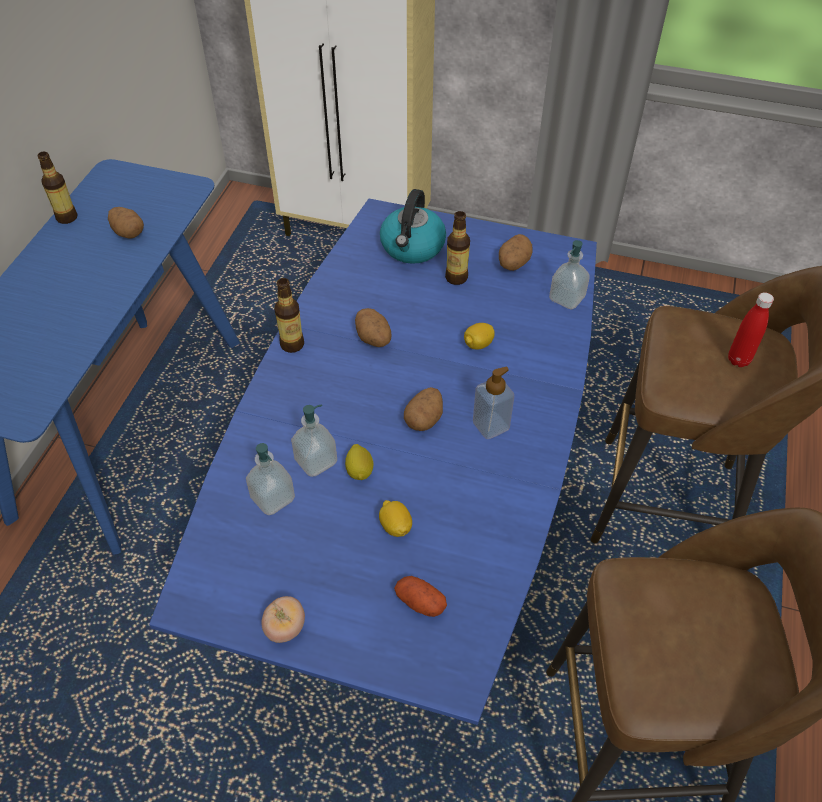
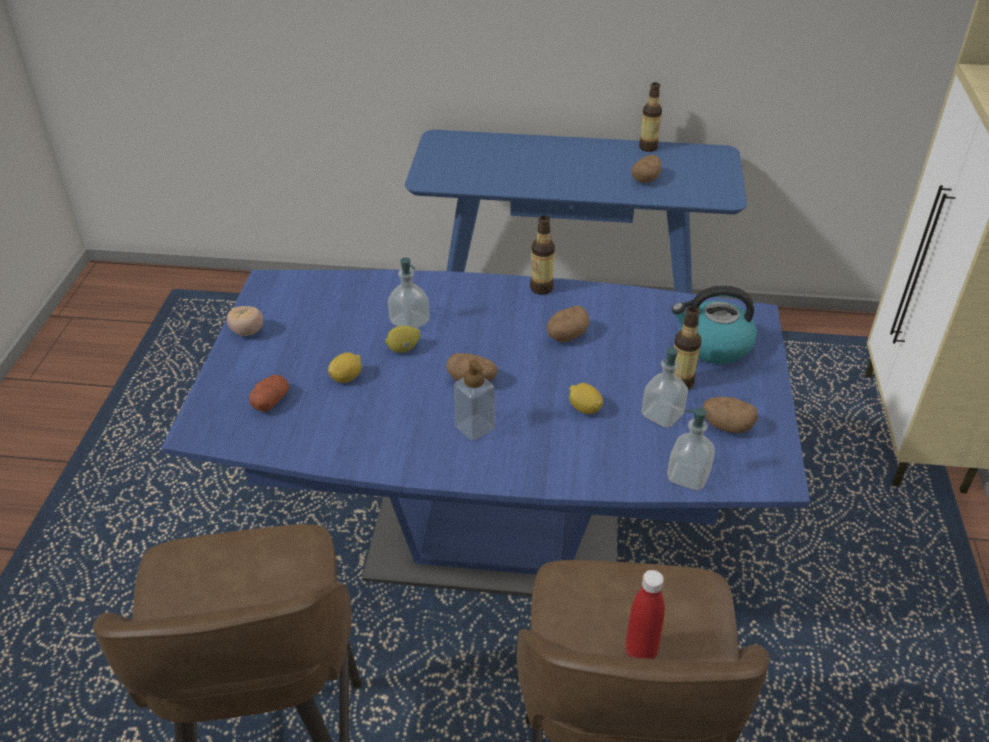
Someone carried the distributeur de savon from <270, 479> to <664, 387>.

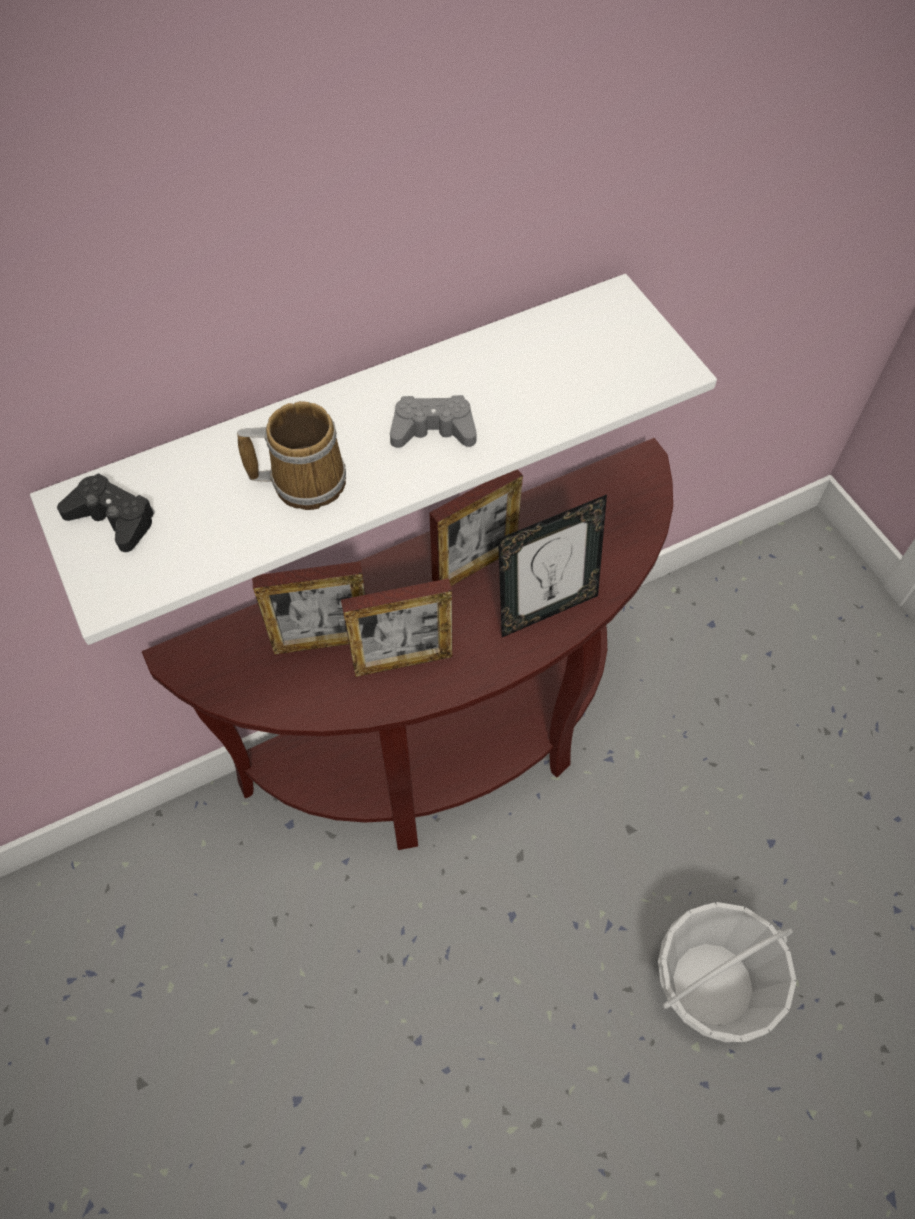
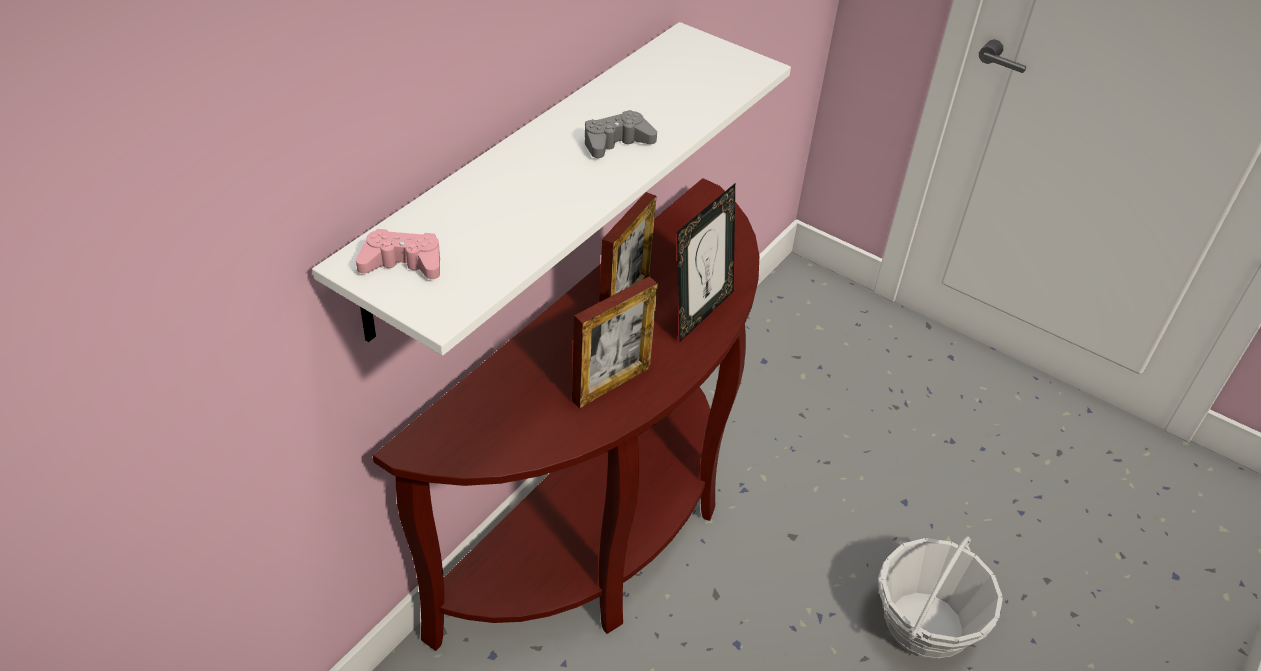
Someone took away the mug at <291, 455>. Someone took away the cadre photo at <309, 608>. Someone repainted the manette [noir] at <106, 512>, which became the manette [rose] at <398, 254>.

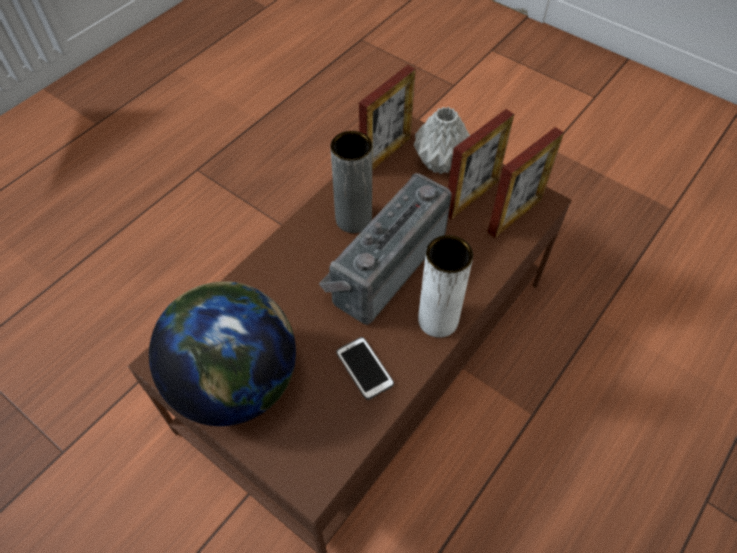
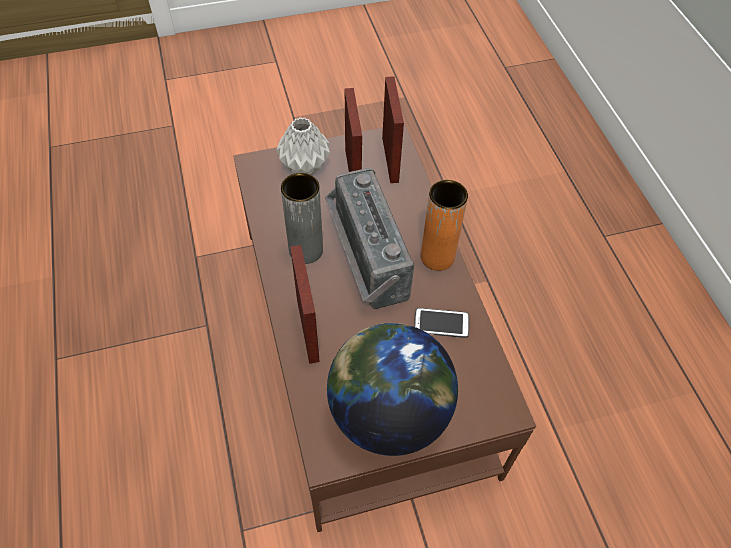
Someone carried the cadre photo from <387, 118> to <305, 304>. Someone repainted the vase [blanc] at <445, 286>, which became the vase [orange] at <444, 225>.

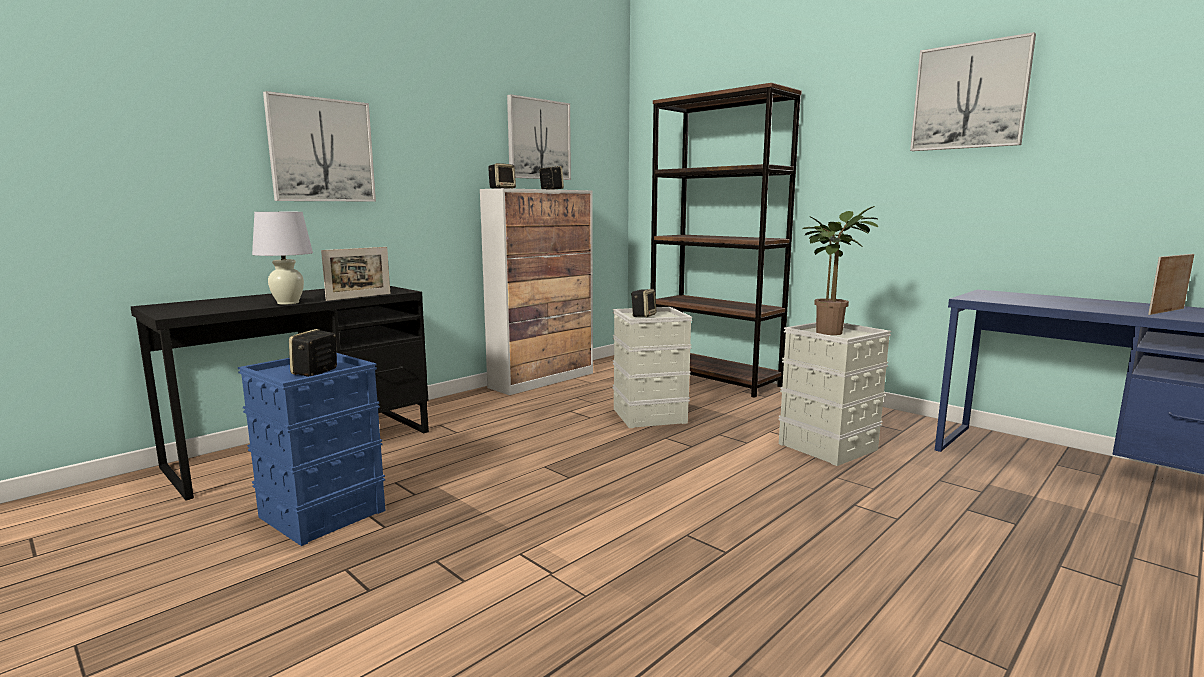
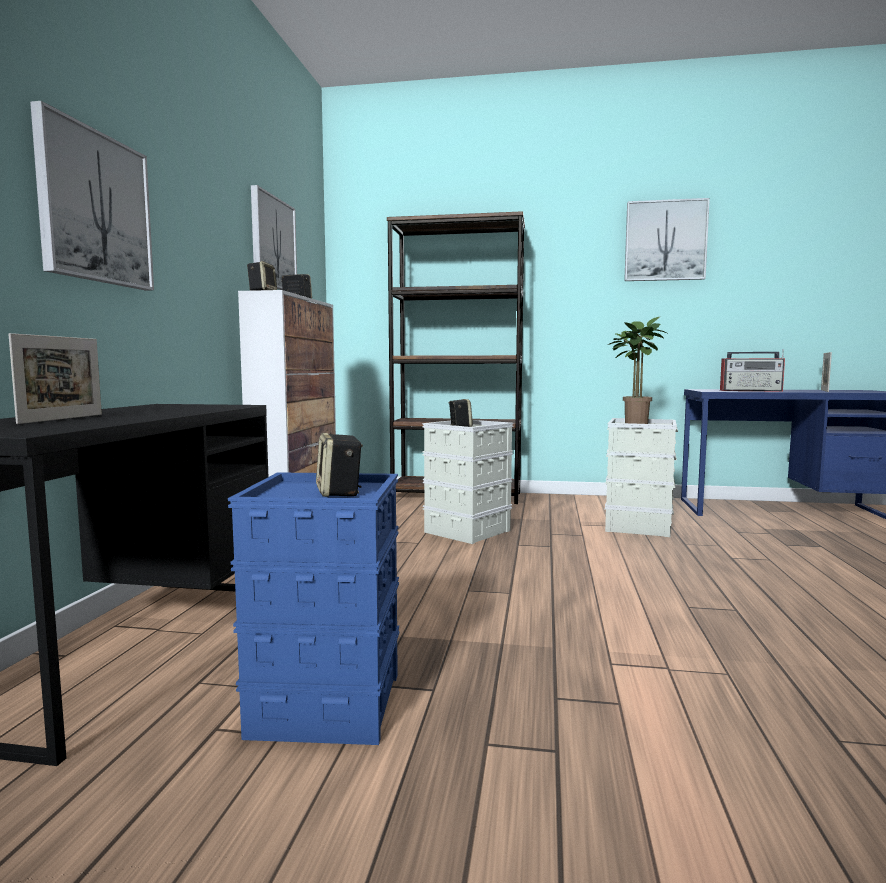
Someone took away the lampe de table [blanc] at <282, 258>. Someone put down the radio at <752, 370>. Someone carried the cadre photo from <355, 274> to <55, 378>.

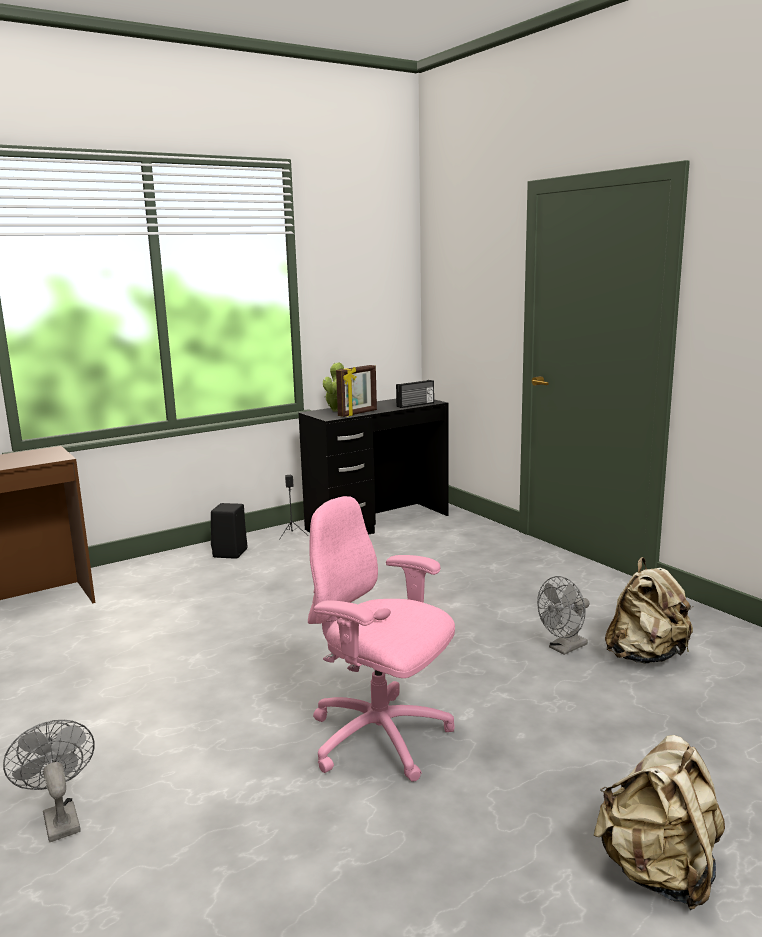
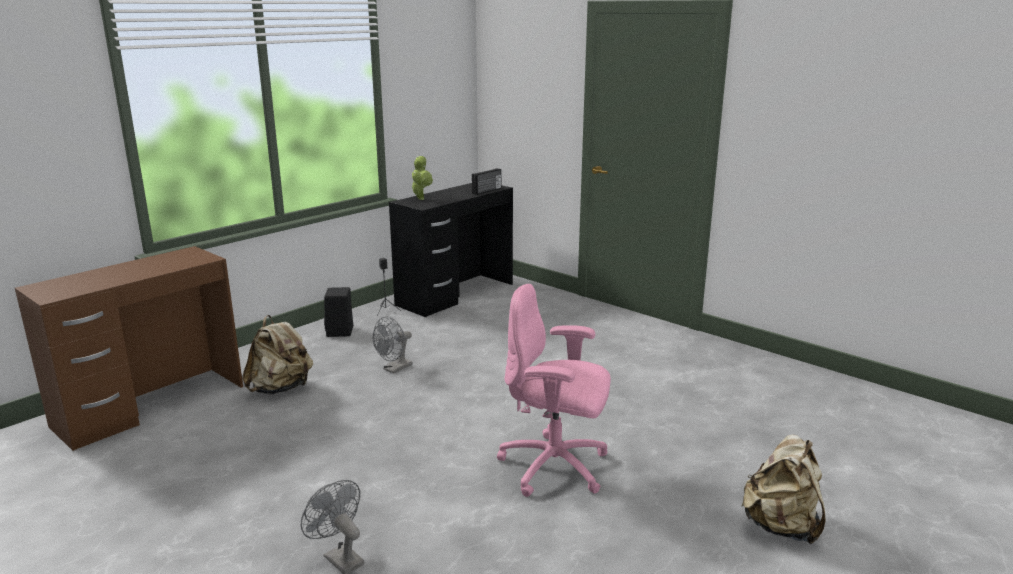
Someone took away the cadre photo at <356, 391>. Someone carried the ventilateur [gris] from <563, 615> to <392, 345>. Someone carried the sac à dos [beige] from <649, 610> to <278, 354>.

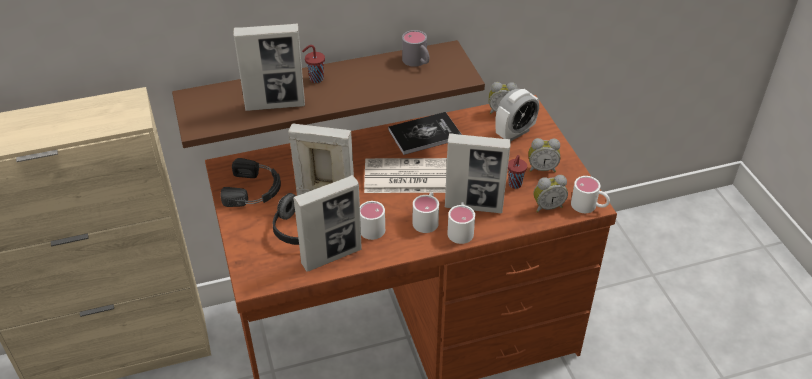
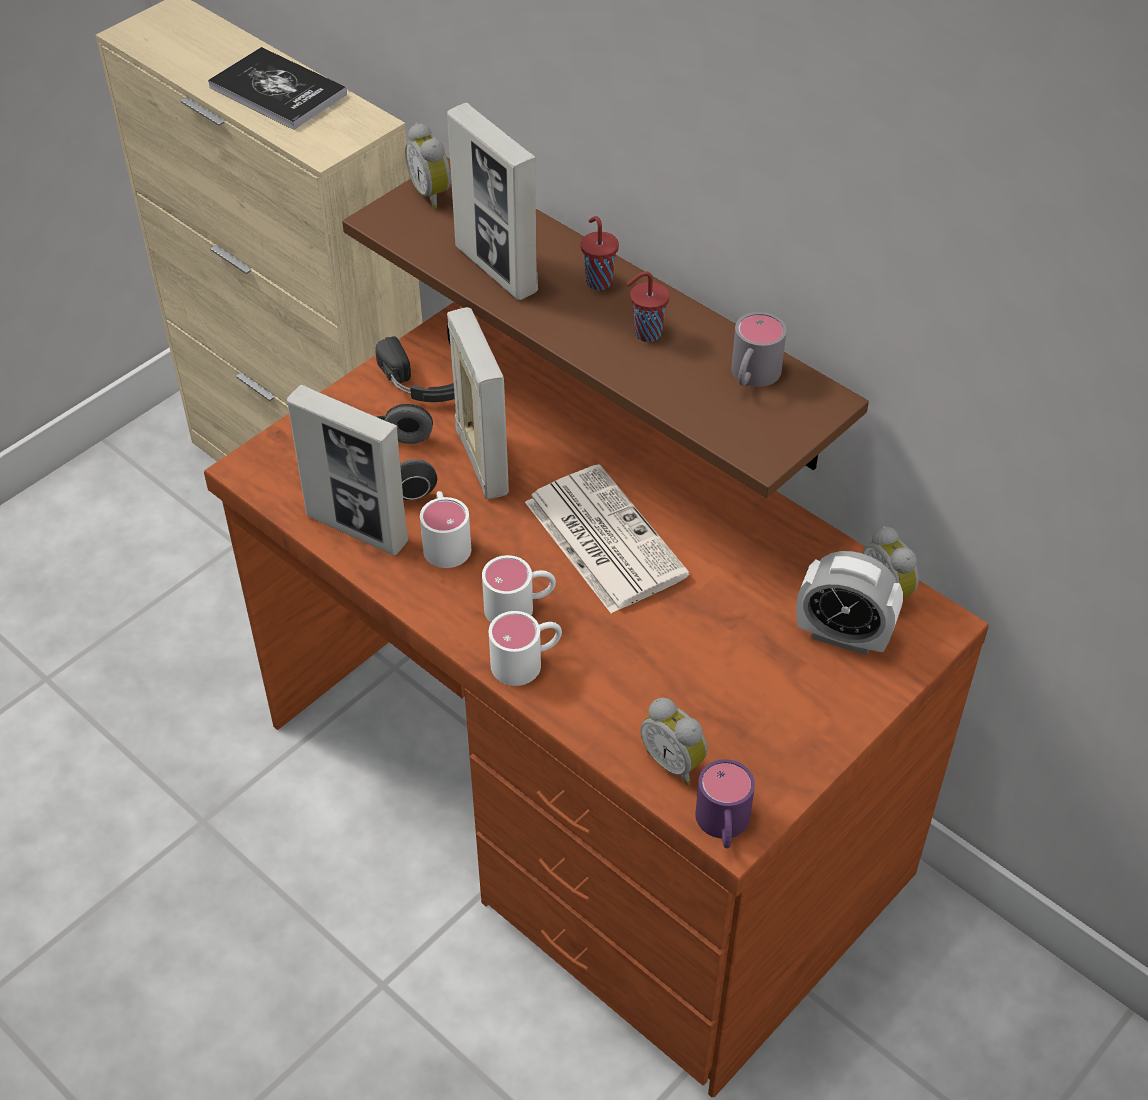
Someone took away the cadre photo at <478, 173>. Someone carried the livre from <425, 133> to <277, 88>. Someone carried the tasse [rouge] from <517, 172> to <648, 306>. Someone carried the réveil from <544, 155> to <428, 166>. Someone repainted the mug [blanc] at <590, 194>, which became the mug [violet] at <725, 803>.

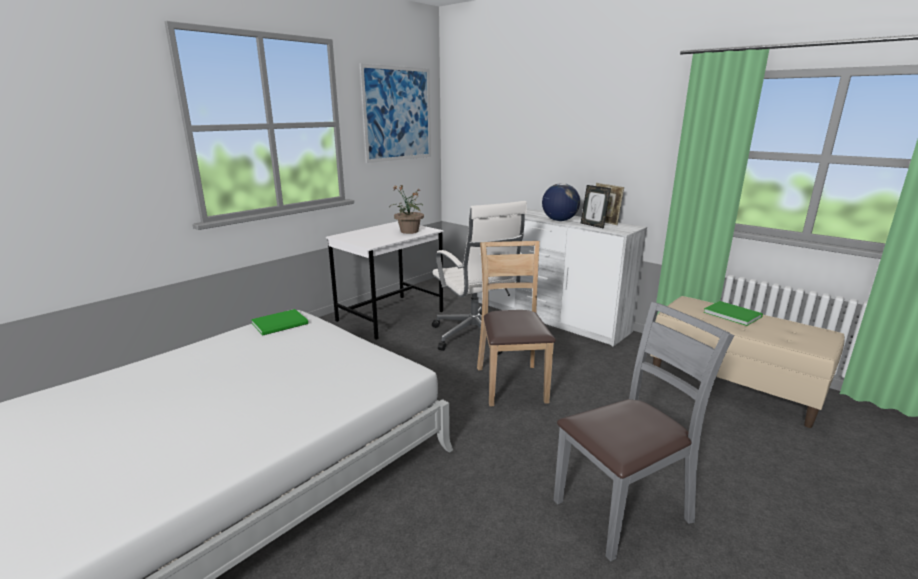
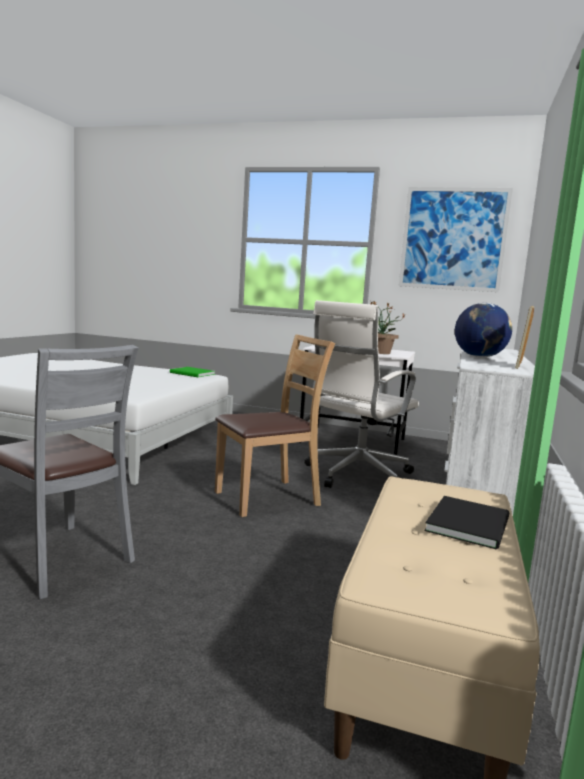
Someone took away the cadre photo at <596, 207>. Someone repainted the livre [vert] at <733, 313>, which became the livre [noir] at <466, 523>.

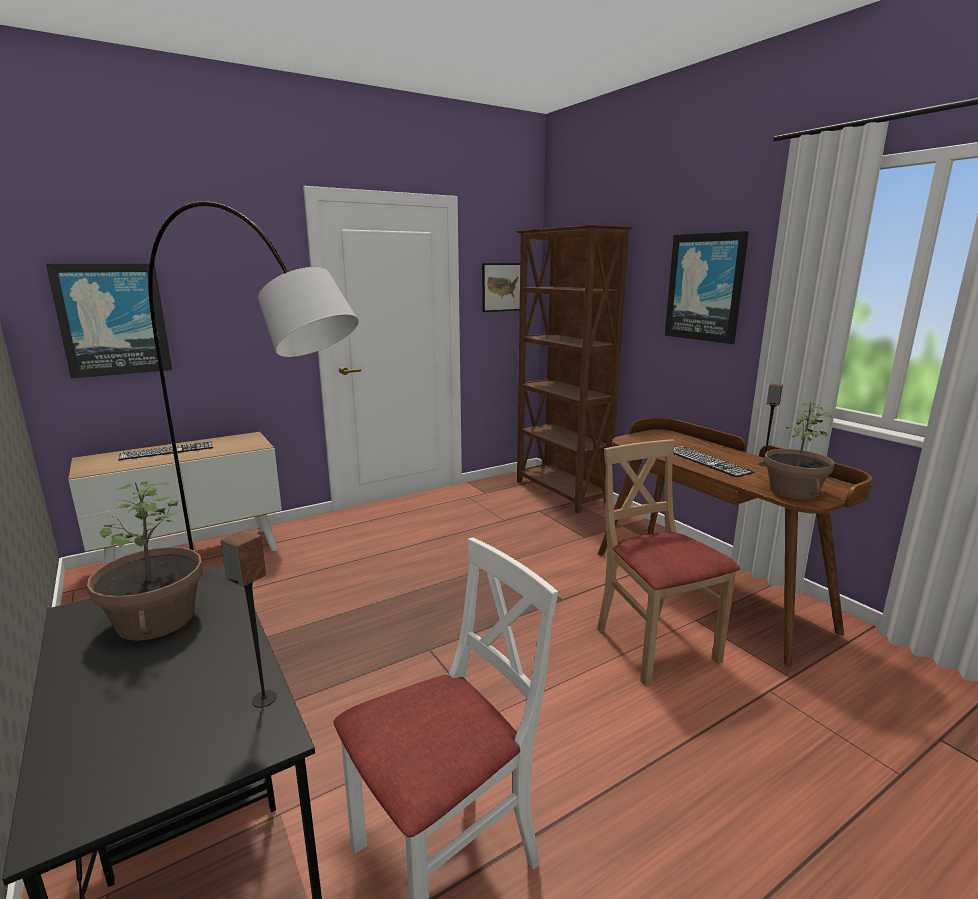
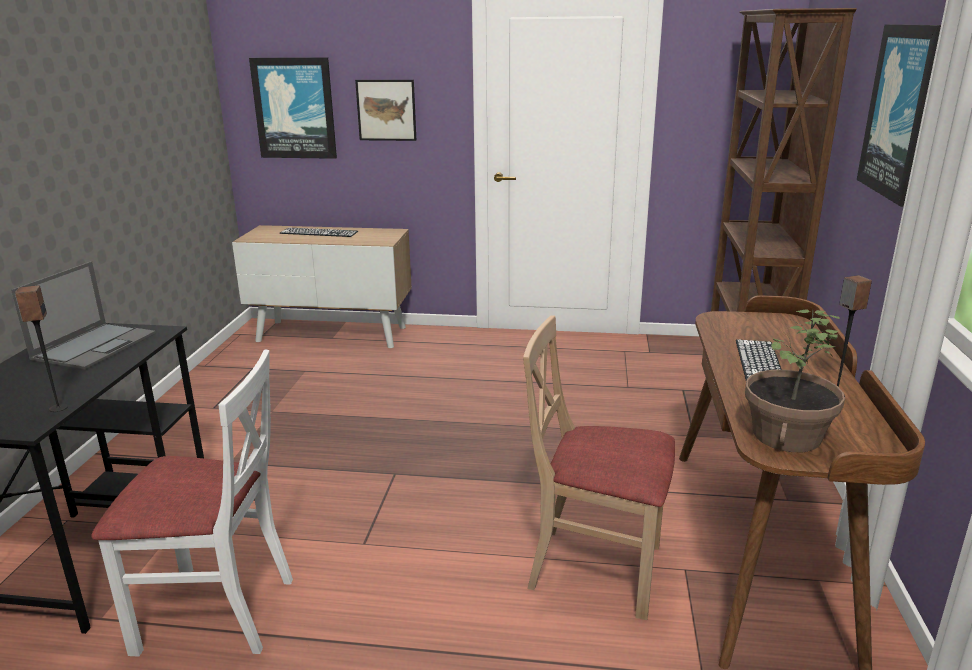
Someone took away the lampadaire [gris] at <253, 375>. Someone carried the tableau from <501, 287> to <385, 110>. Someone swapped the plante en pot at <145, 560> for the ordinateur portable at <83, 315>. Someone rotated the chaise [beige] at <668, 563> by 90 degrees counterclockwise.

